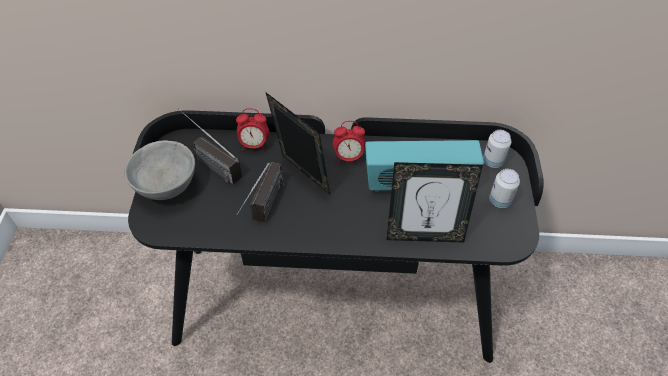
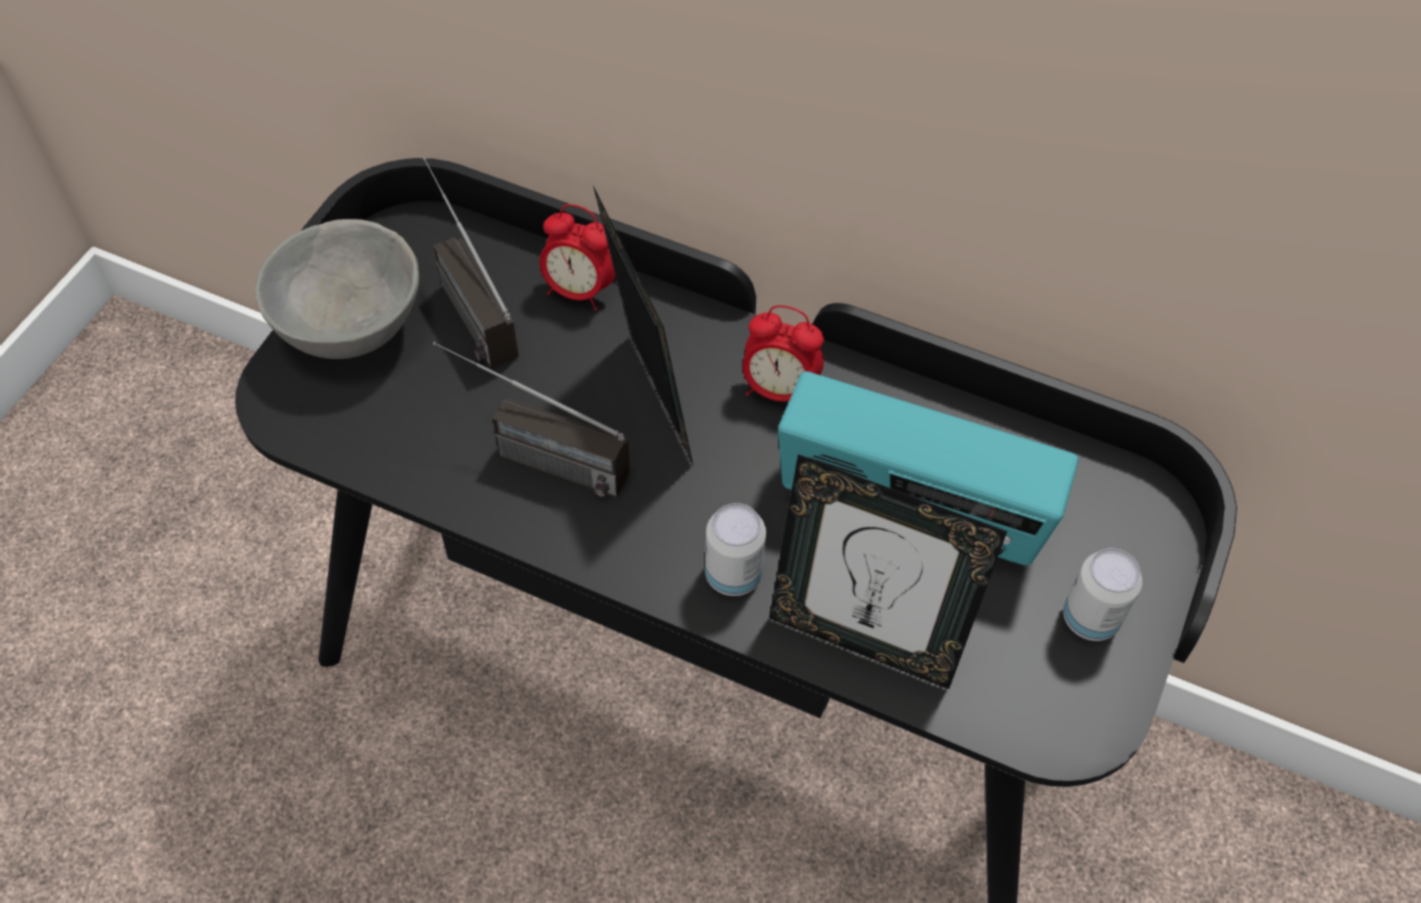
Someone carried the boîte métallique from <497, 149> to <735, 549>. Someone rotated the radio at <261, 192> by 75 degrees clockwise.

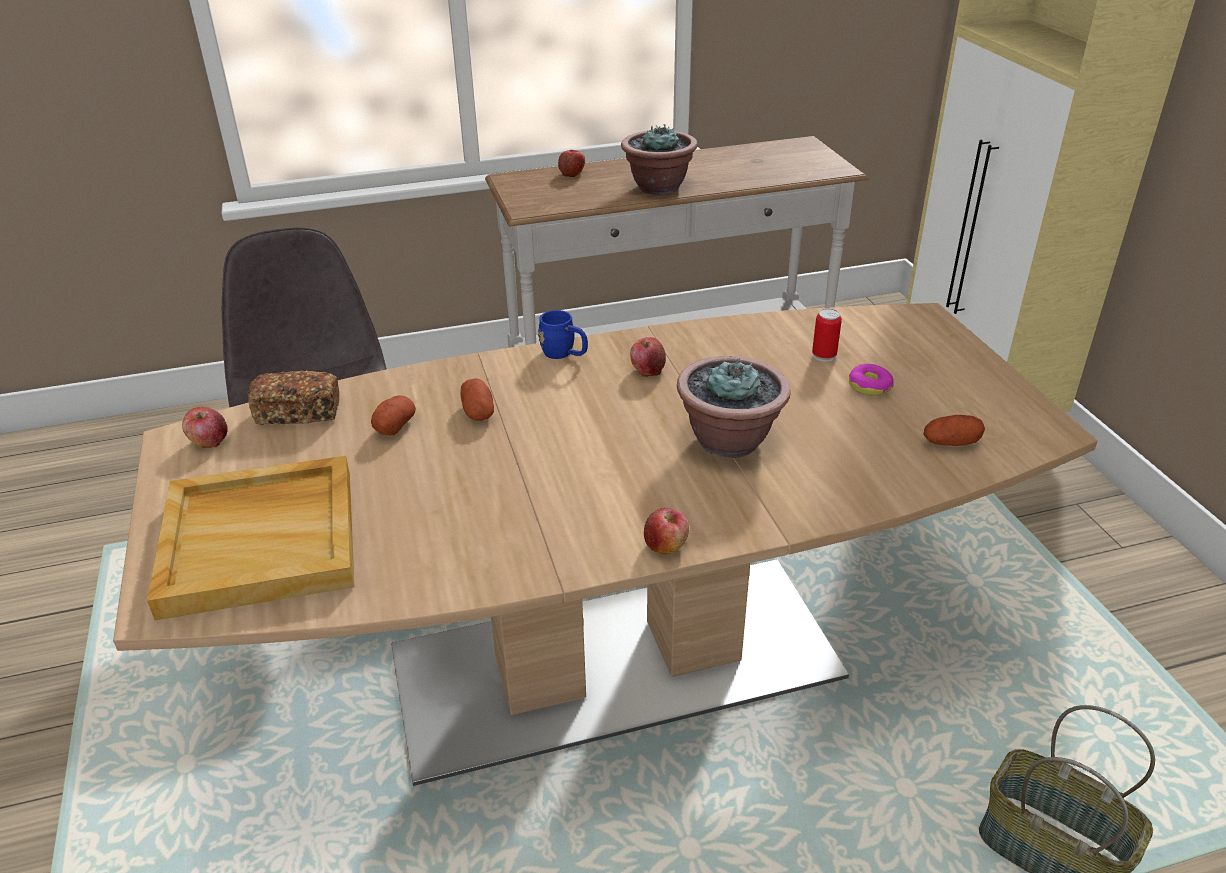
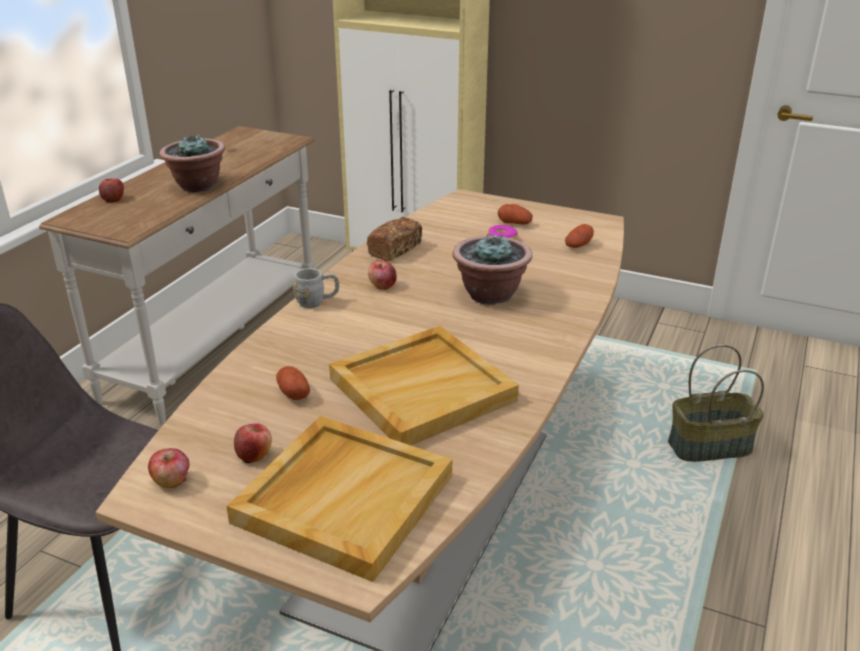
Someone took away the boîte métallique at <827, 335>. Someone put down the plateau [beige] at <424, 385>. Someone carried the pain from <293, 398> to <394, 239>. Someone carried the pomme de terre from <477, 399> to <515, 214>. Someone carried the pomme from <666, 531> to <253, 443>. Someone repainted the mug [bleu] at <563, 334>, which became the mug [gris] at <316, 288>.

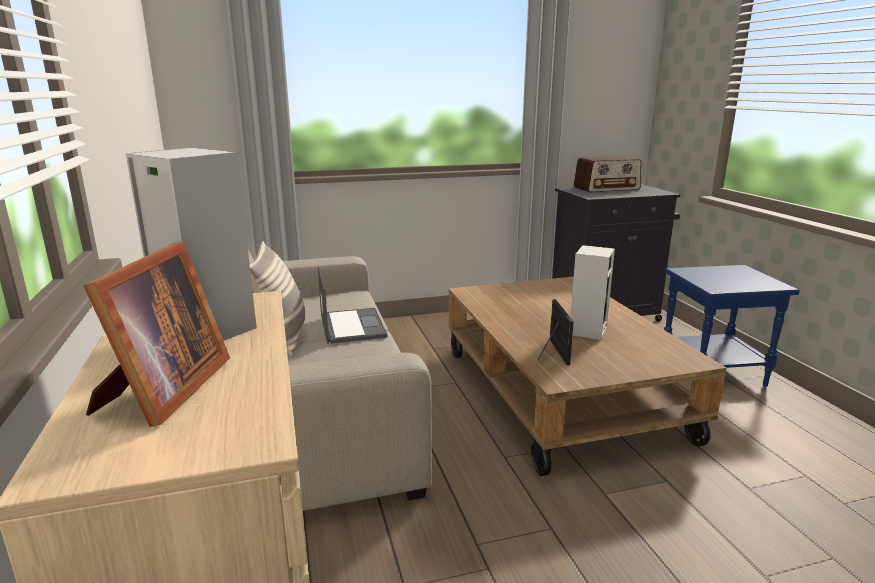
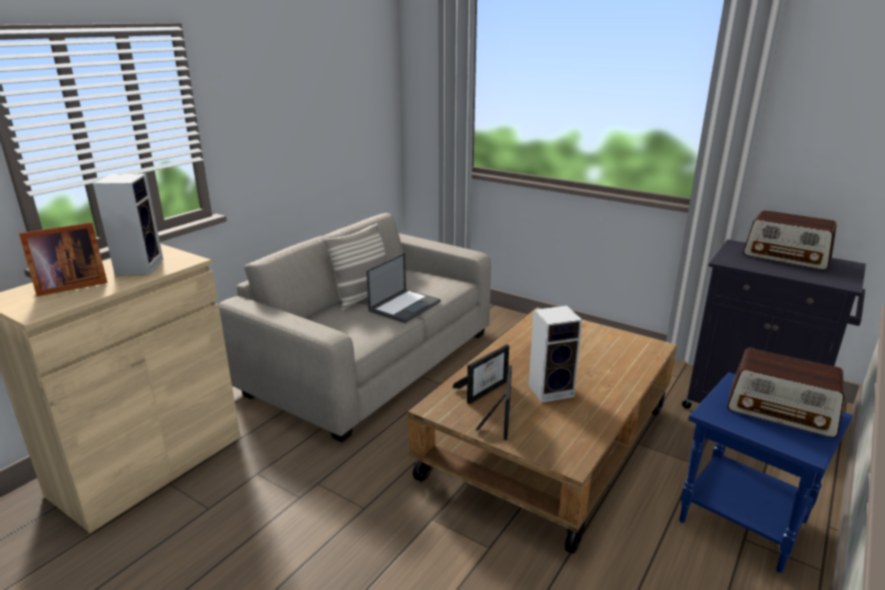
Someone put down the cadre photo at <494, 402>. Someone put down the radio at <785, 393>.

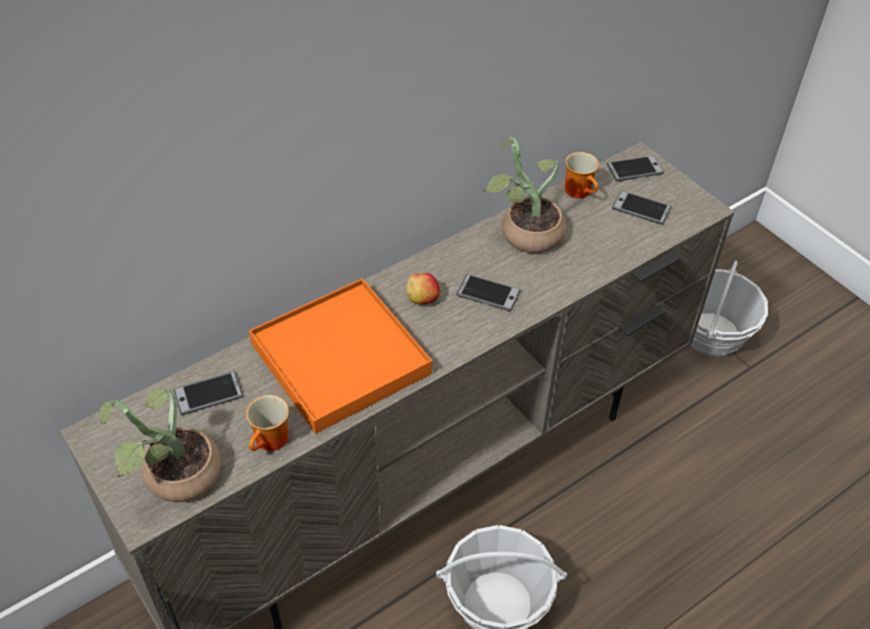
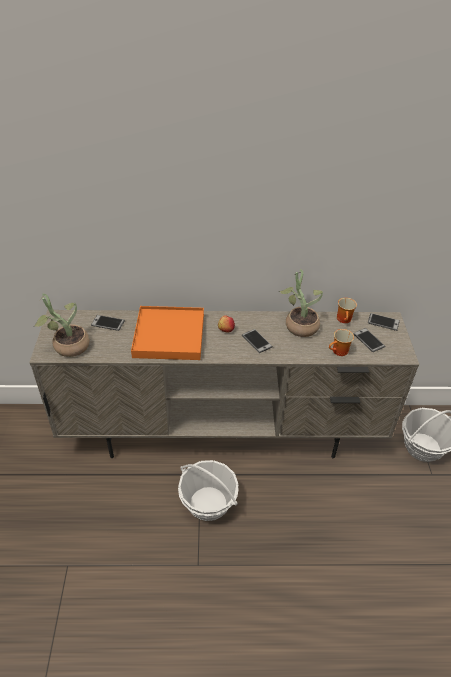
Someone carried the mug from <267, 423> to <341, 342>.

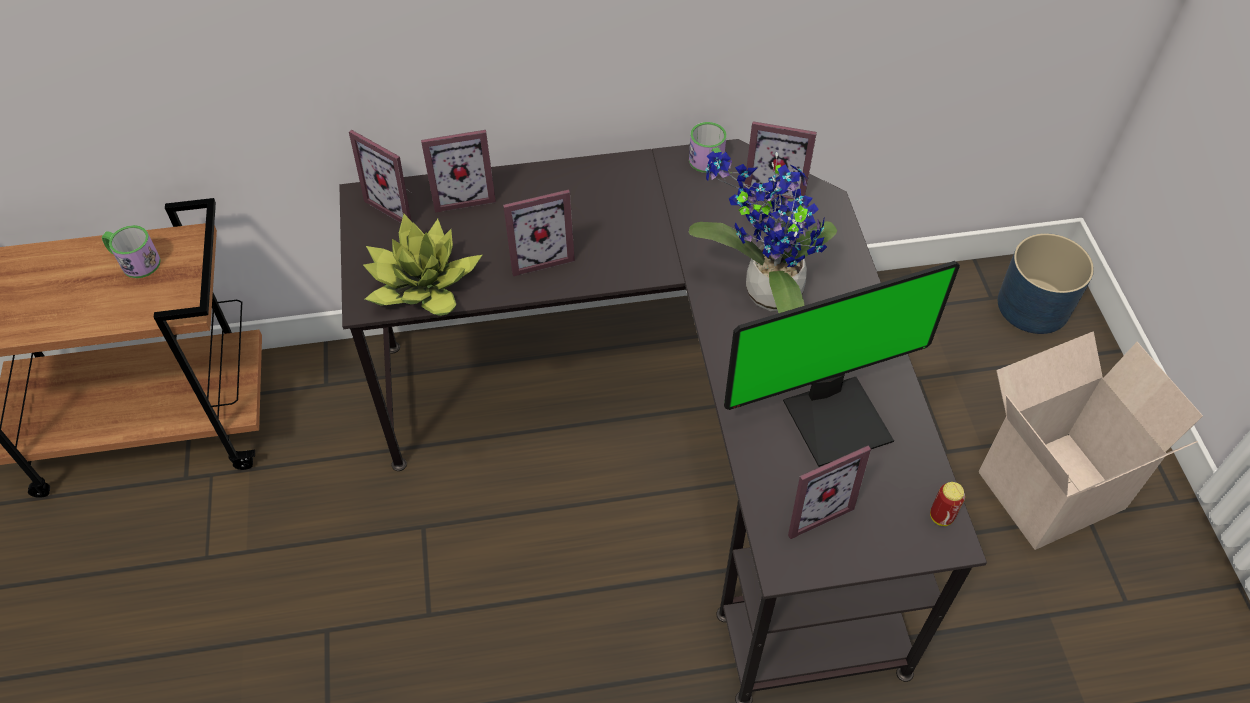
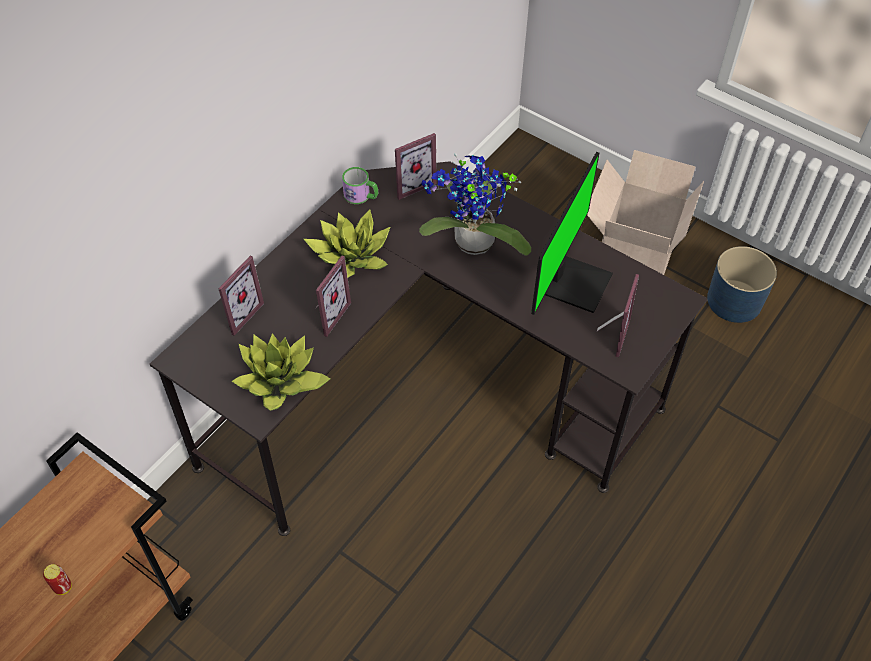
Someone took away the mug at <131, 251>. Someone took away the cadre photo at <381, 176>. Someone put down the plante en pot at <347, 243>. Someone carried the boîte métallique from <947, 504> to <57, 579>. Someone carried the cache-pot [bleu] from <1046, 283> to <742, 284>.

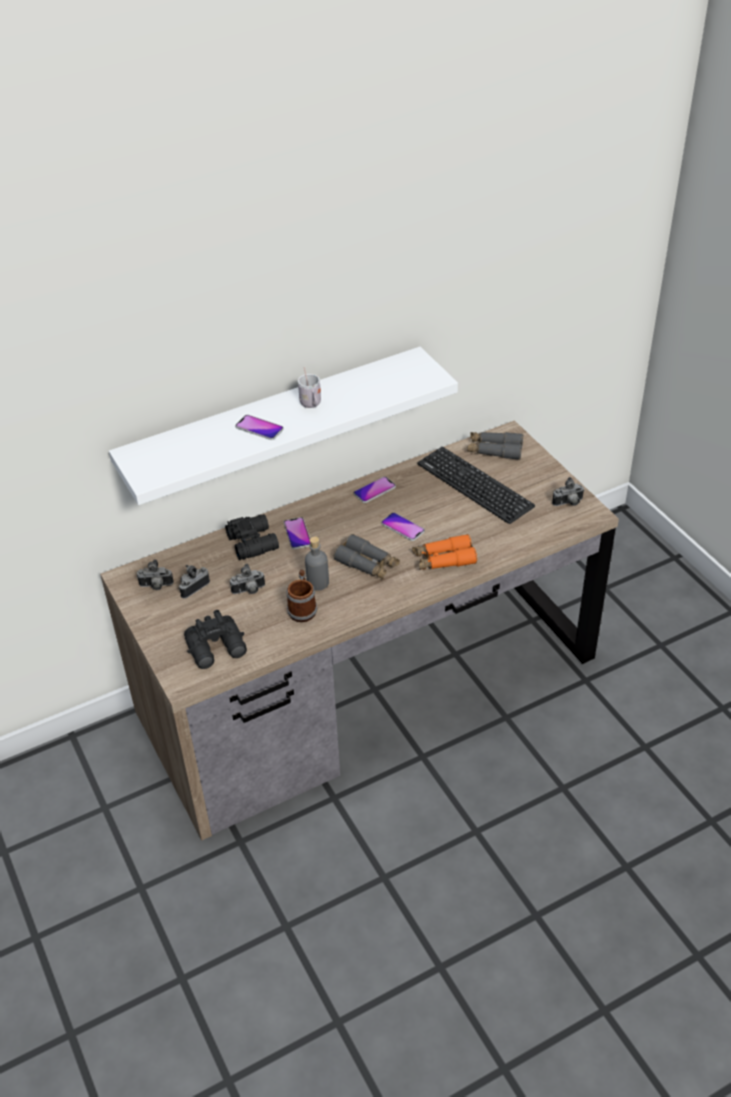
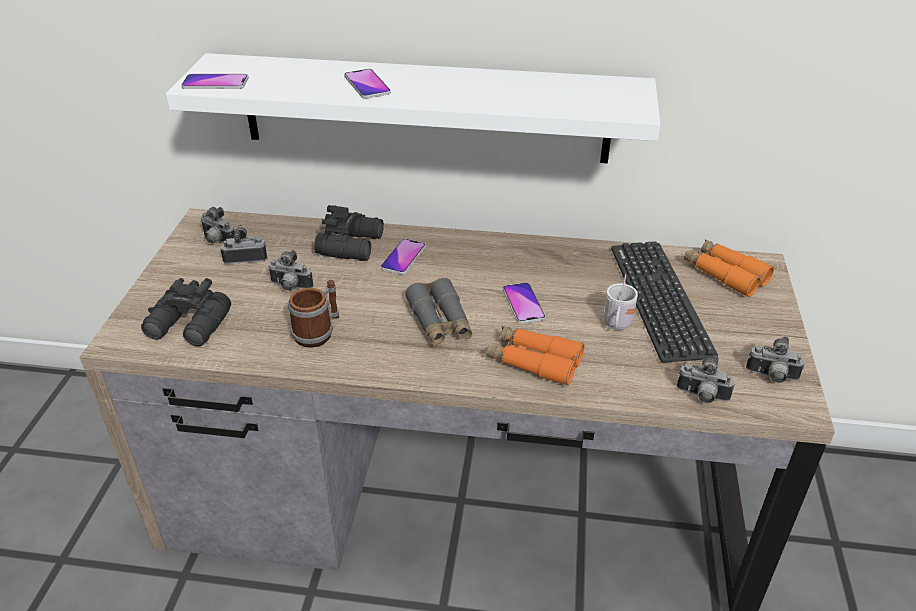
Someone took away the bouteille [gris] at <317, 564>. Someone put down the appareil photo at <706, 379>. Someone carried the mug [blanc] from <309, 387> to <621, 302>. Someone carried the téléphone from <375, 489> to <214, 81>. Someone repainted the jumelles [gris] at <495, 446>, which became the jumelles [orange] at <729, 268>.

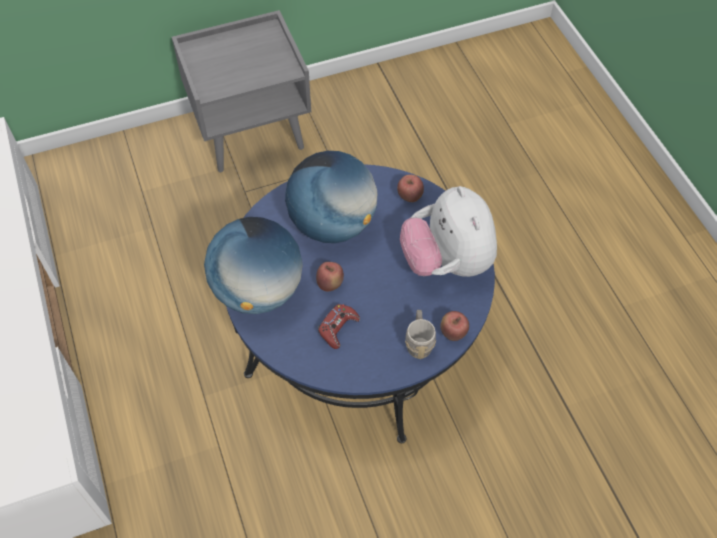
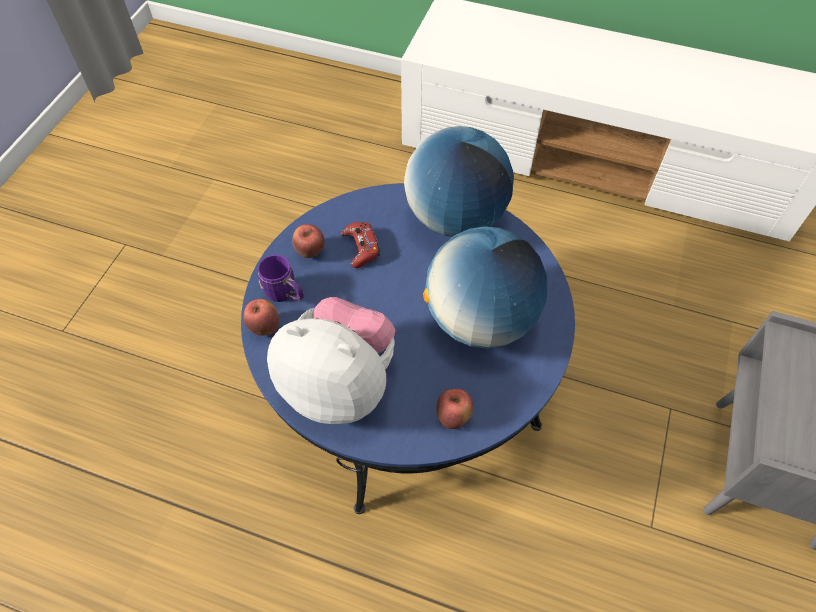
Someone carried the pomme from <330, 277> to <308, 241>. Someone repainted the mug [gris] at <420, 334>, which became the mug [violet] at <281, 278>.

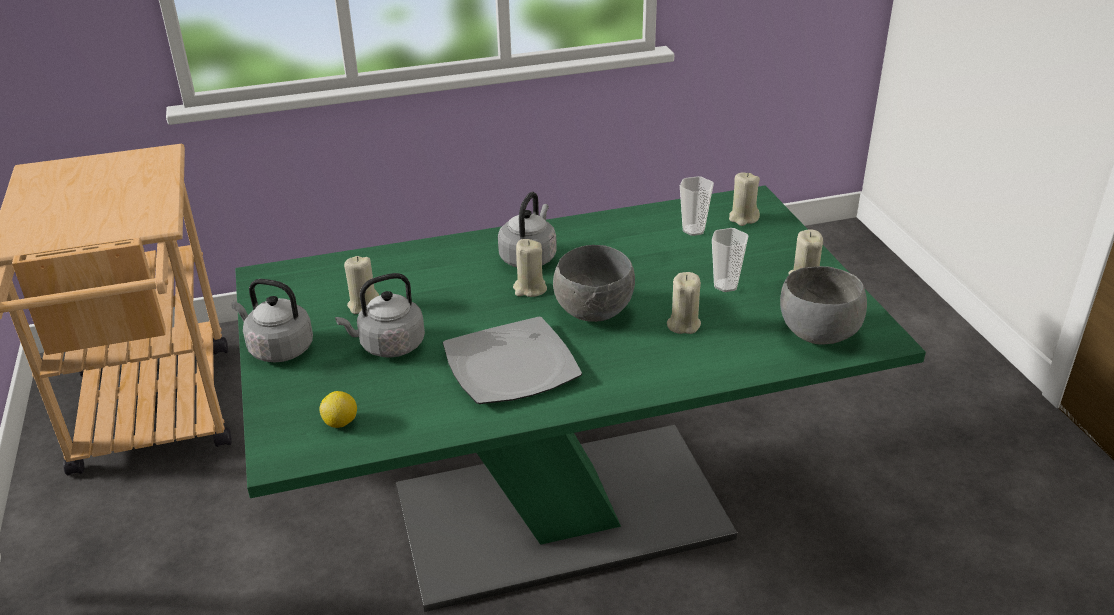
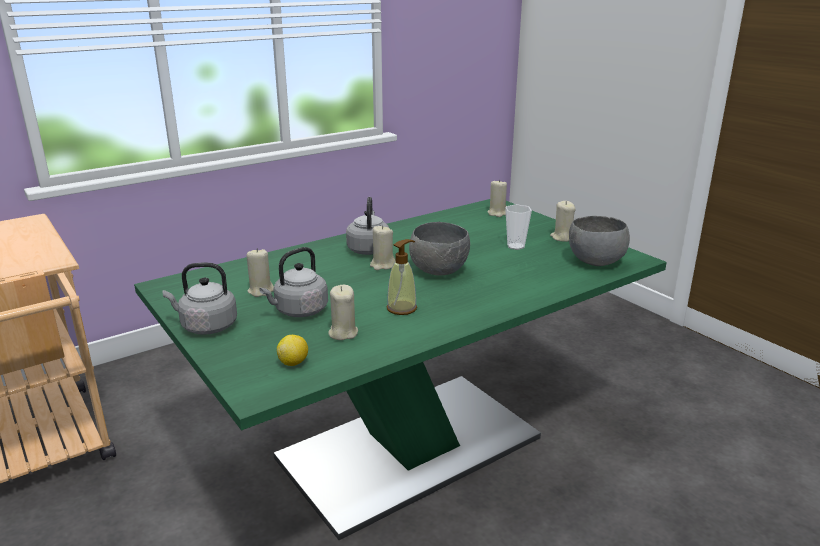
Someone took away the tasse at <697, 206>. Someone carried the bougie [beige] from <684, 303> to <343, 312>. Someone swapped the assiette at <512, 360> for the distributeur de savon at <402, 277>.

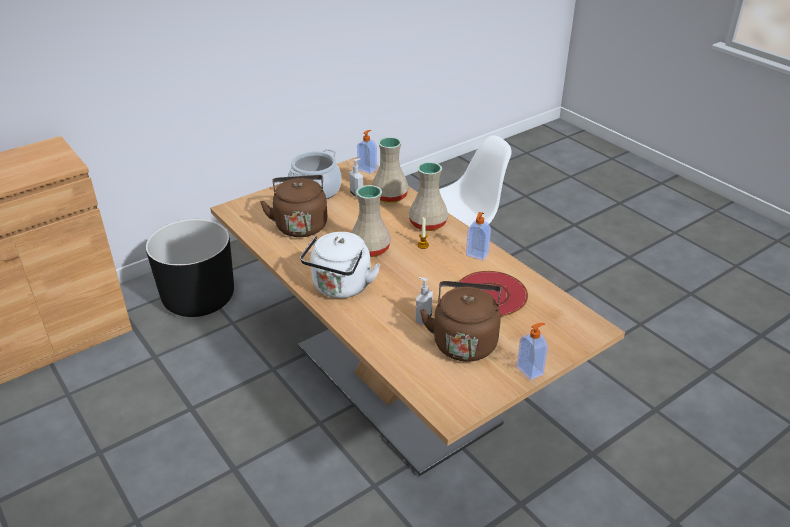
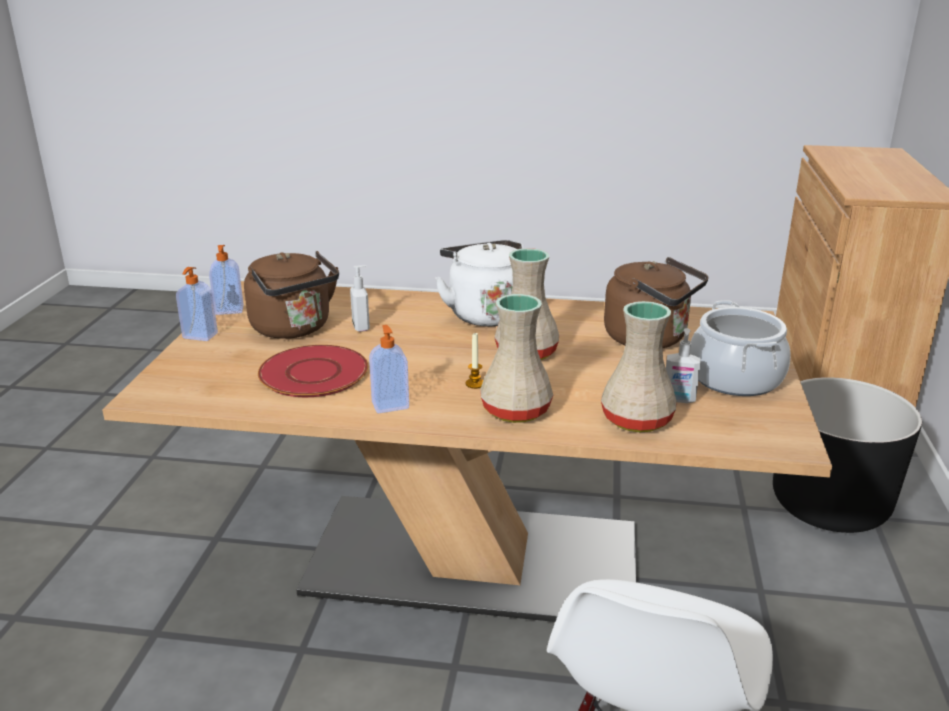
Someone carried the distributeur de savon from <367, 152> to <226, 280>.

